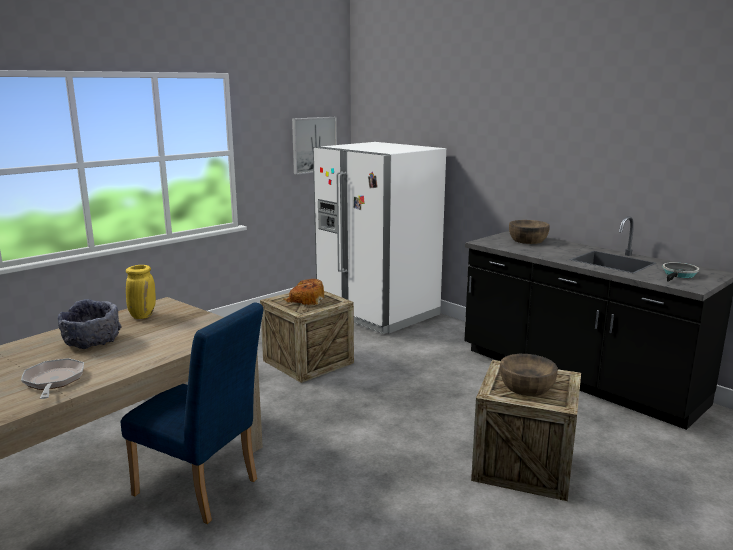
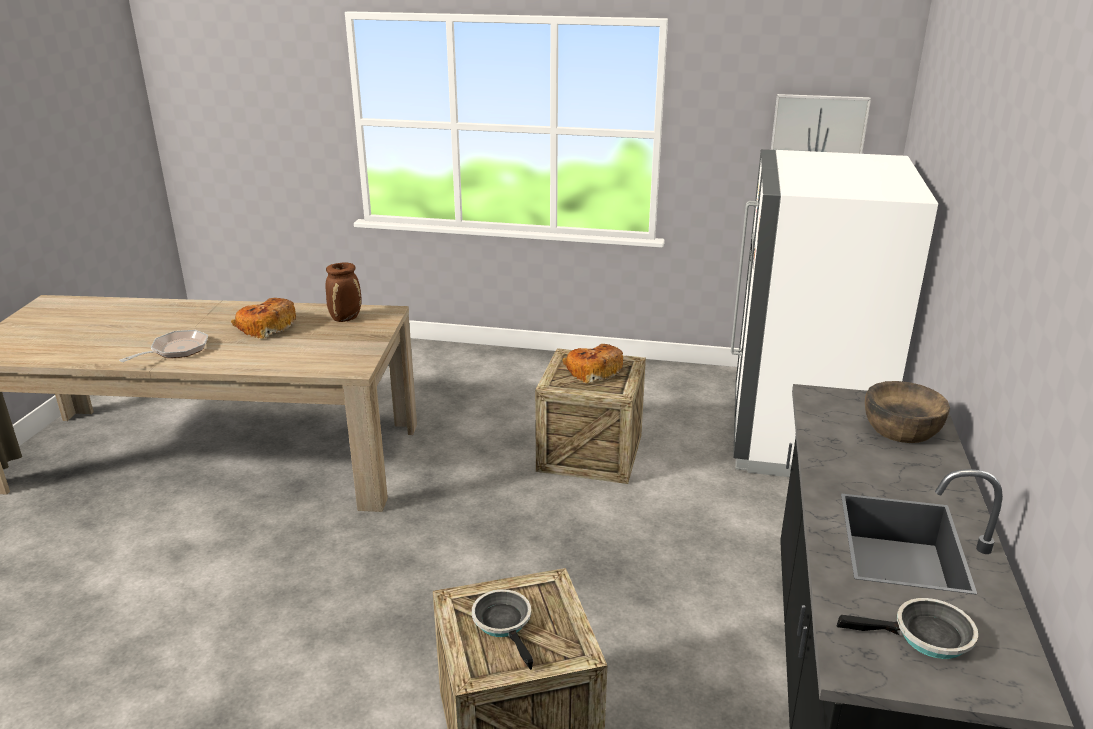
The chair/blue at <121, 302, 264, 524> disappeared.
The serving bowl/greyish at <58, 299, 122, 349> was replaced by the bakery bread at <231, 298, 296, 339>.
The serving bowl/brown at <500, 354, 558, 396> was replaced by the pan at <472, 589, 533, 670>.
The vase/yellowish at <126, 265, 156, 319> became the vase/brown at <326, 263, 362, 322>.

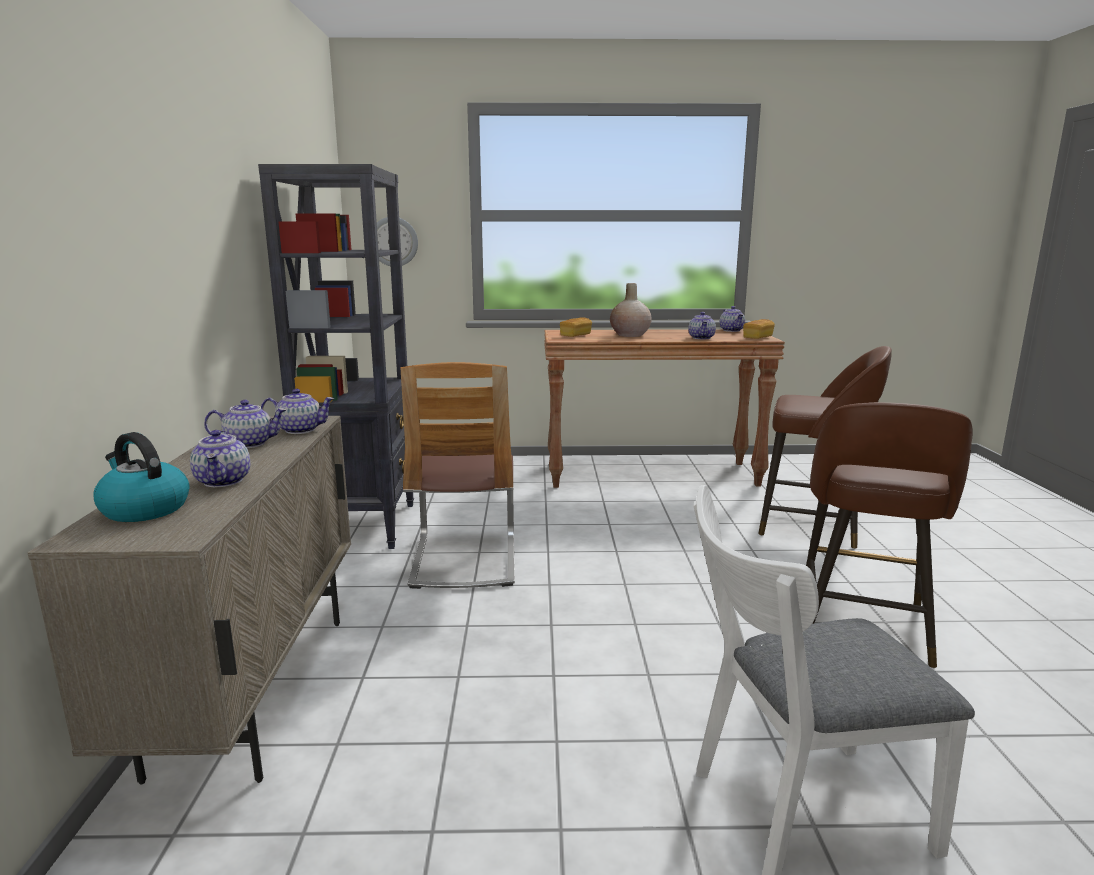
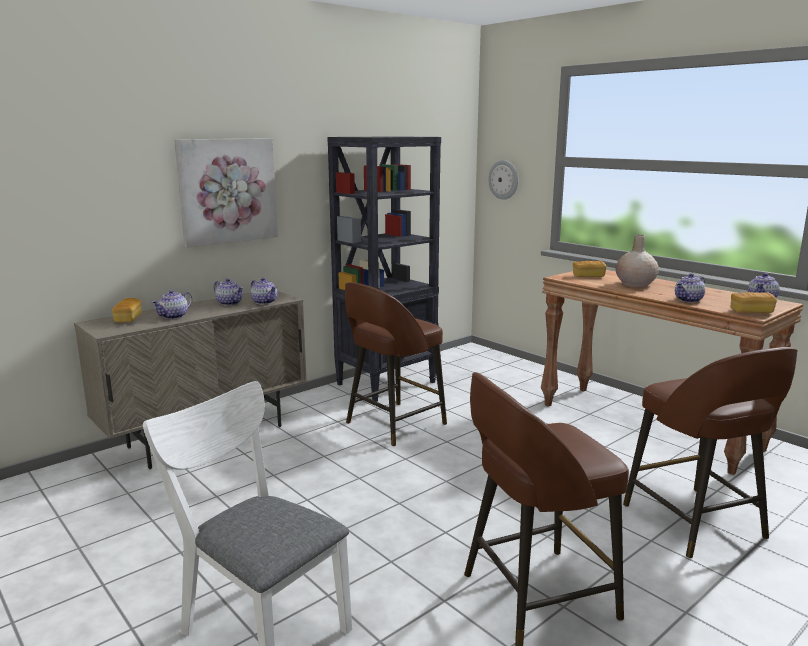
The wall art at <174, 138, 278, 248> appeared.
The tea kettle at <93, 432, 190, 522> was replaced by the bakery bread at <112, 298, 142, 323>.
The chair at <400, 362, 515, 589> was replaced by the stool/brown at <345, 282, 447, 446>.

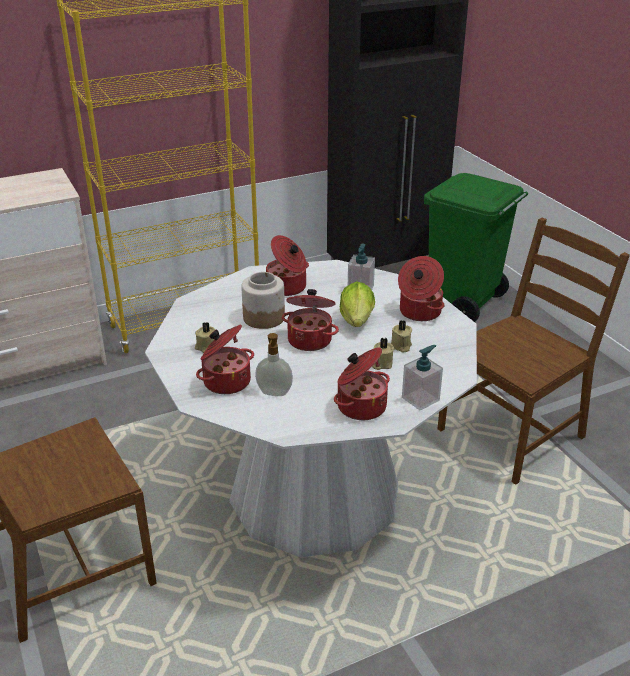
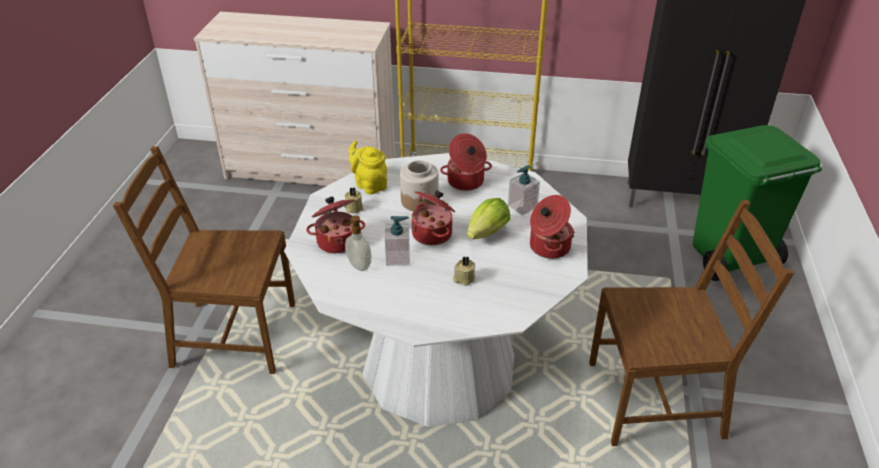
The saucepot at <334, 347, 390, 420> disappeared.
The wax candle/beige at <391, 321, 412, 352> disappeared.
The teapot/yellowish at <349, 141, 387, 194> appeared.
The soap dispenser moved from <402, 345, 443, 411> to <385, 216, 410, 266>.

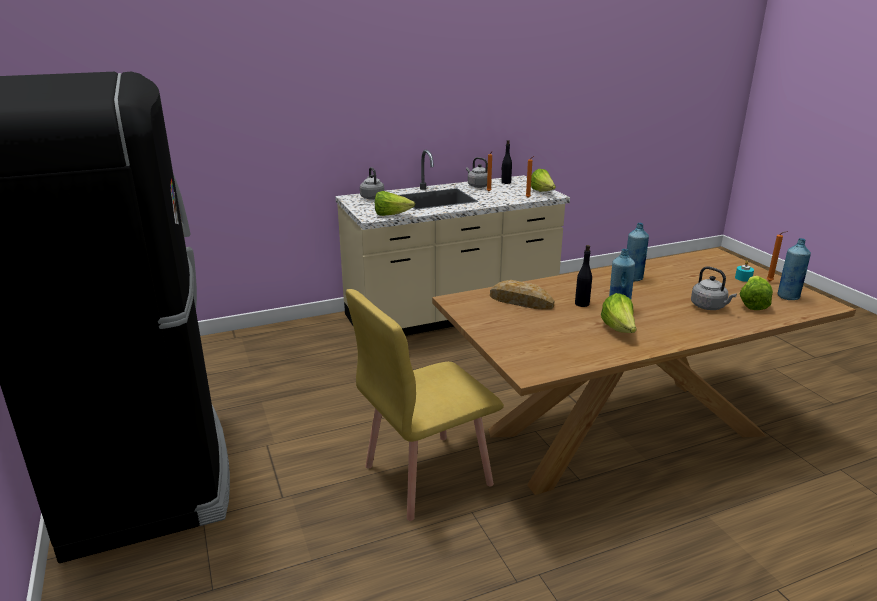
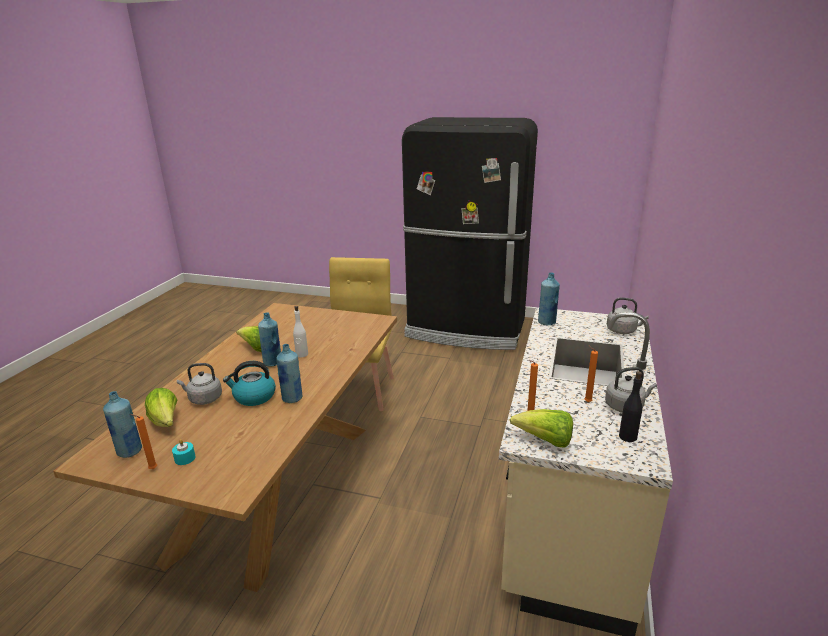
The bakery bread at <490, 280, 554, 310> disappeared.
The tea kettle at <223, 361, 276, 406> appeared.
The lettuce at <375, 191, 415, 216> was replaced by the bottle/blue at <538, 273, 560, 325>.
The bottle/black-coloured at <575, 245, 592, 307> became the bottle/white-coloured at <293, 306, 308, 357>.

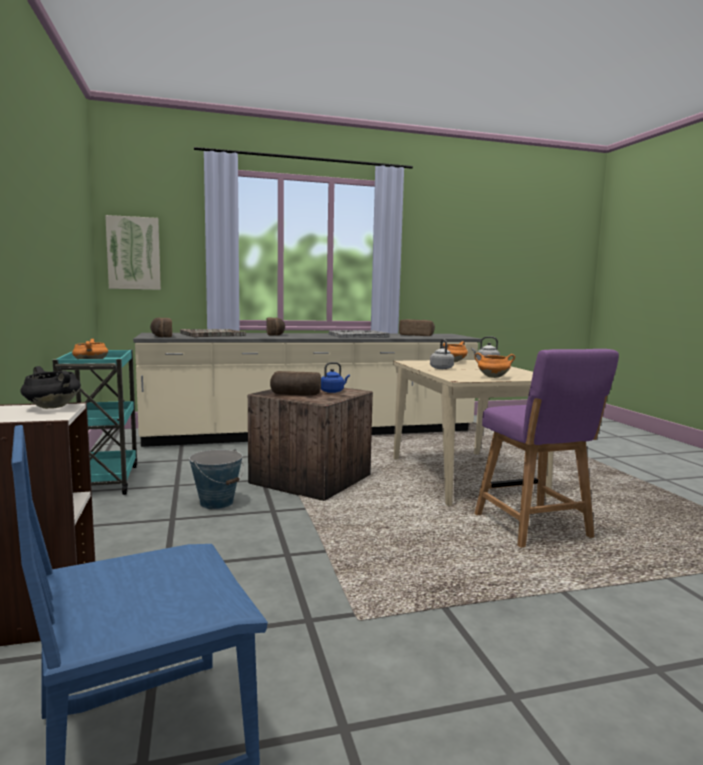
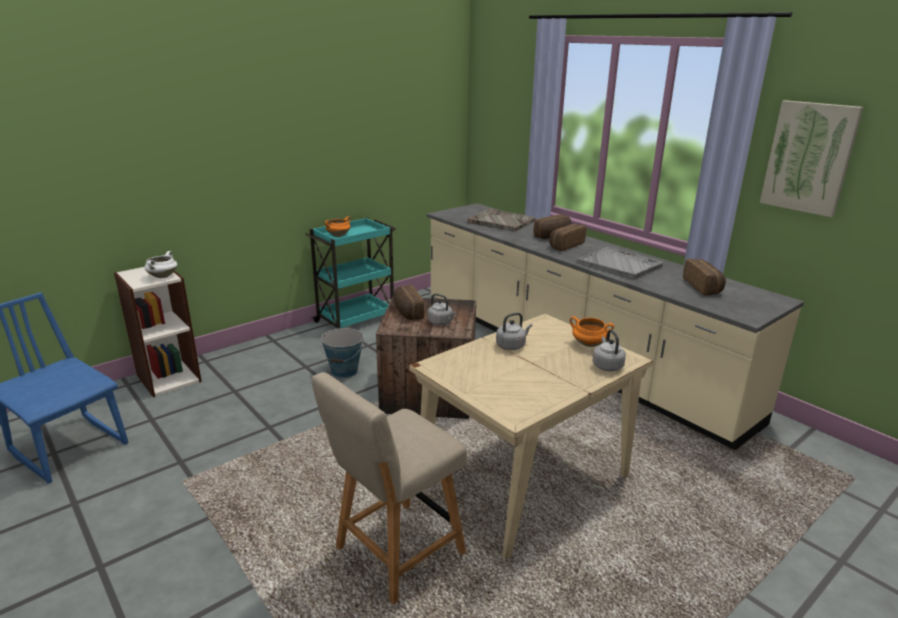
The saucepot/orange-coloured at <474, 353, 515, 378> disappeared.
The wall art moved from <105, 215, 161, 290> to <760, 100, 864, 217>.
The bakery bread moved from <150, 317, 172, 337> to <550, 224, 586, 251>.
The saucepot/black-coloured at <20, 366, 81, 409> became the saucepot/white-coloured at <145, 251, 177, 278>.
The tea kettle/blue at <321, 362, 350, 393> became the tea kettle/greyish at <428, 293, 456, 325>.
The chair/purple-coloured at <474, 349, 619, 548> became the chair/beige at <311, 372, 467, 605>.

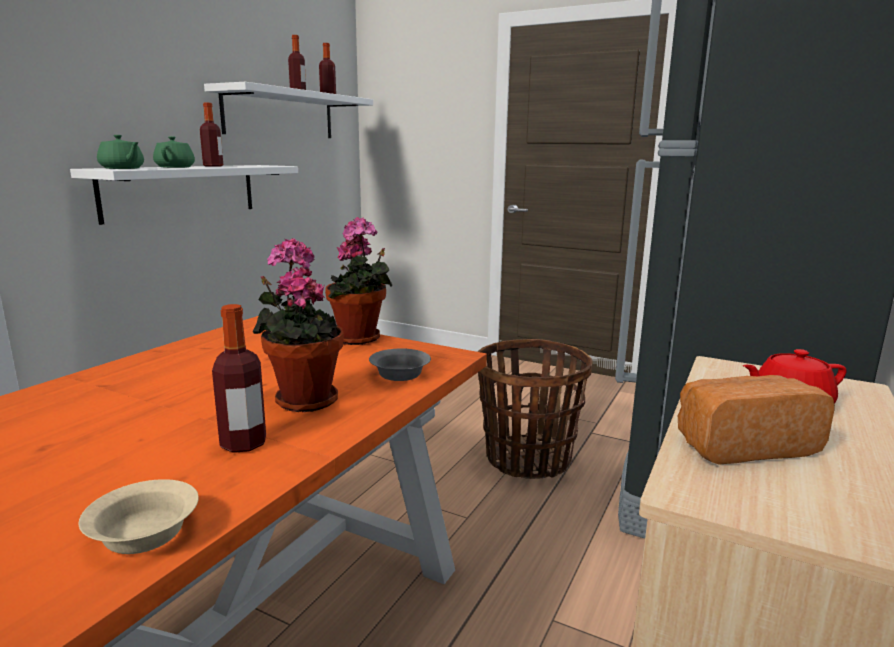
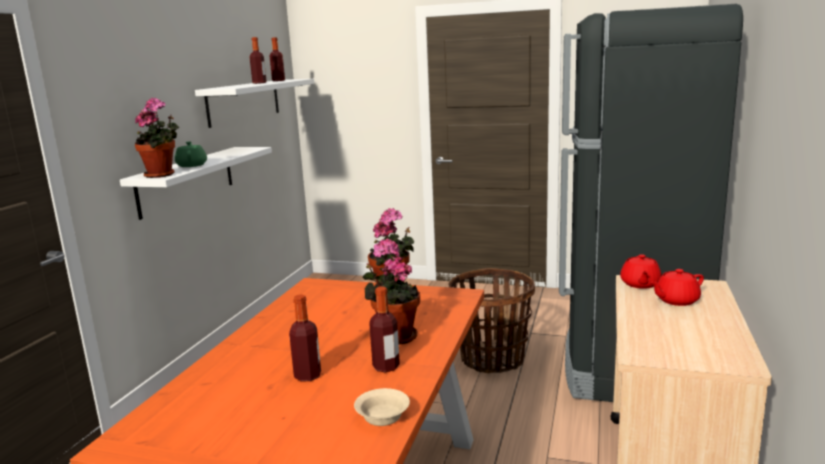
The serving bowl/greyish at <369, 348, 431, 381> disappeared.
The bakery bread at <678, 375, 835, 464> disappeared.
The teapot/red at <620, 254, 662, 289> appeared.
The bottle moved from <200, 103, 223, 167> to <289, 295, 321, 382>.
The teapot/greenish at <97, 135, 144, 169> was replaced by the houseplant at <135, 98, 179, 178>.

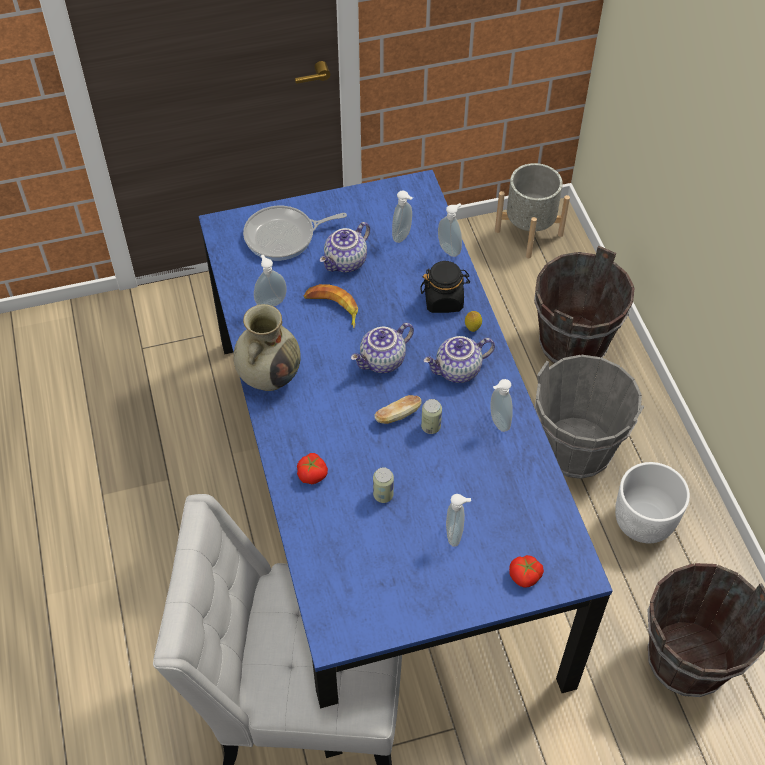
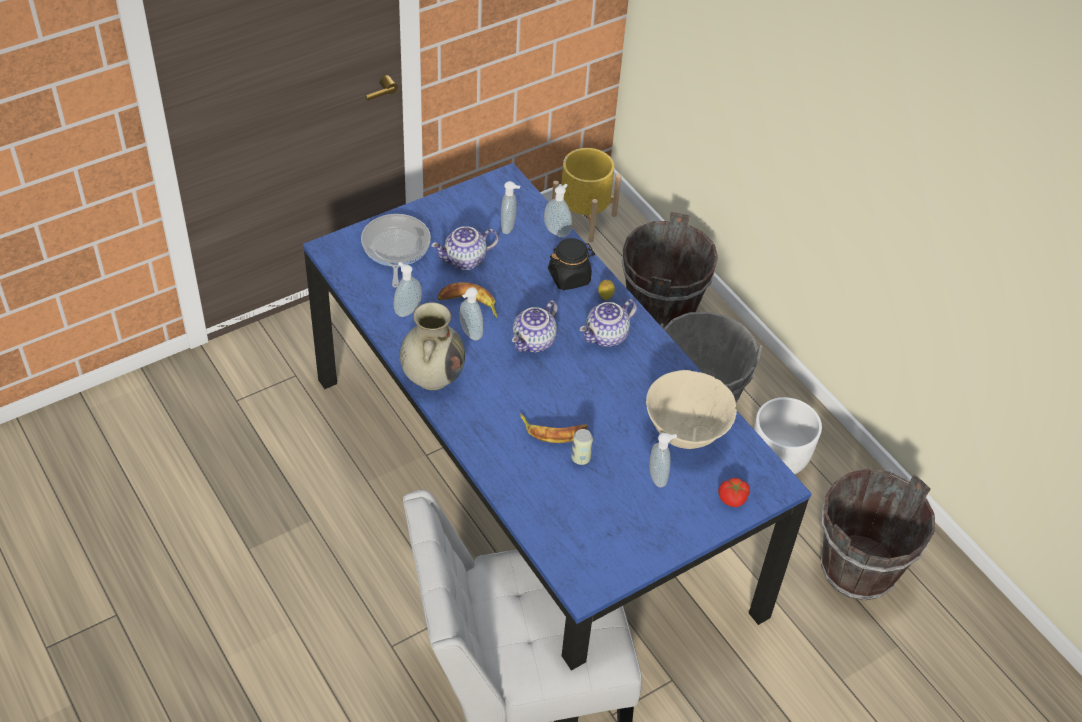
The tomato at <297, 453, 328, 484> disappeared.
The bakery bread at <374, 395, 422, 424> disappeared.
The sealed can at <421, 399, 442, 434> disappeared.
The whole banana at <520, 413, 588, 443> appeared.
The serving bowl/beige at <646, 370, 737, 449> appeared.
The soap dispenser moved from <491, 379, 513, 432> to <460, 287, 483, 341>.
The flower pot/greyish at <495, 163, 570, 258> became the flower pot/yellowish at <552, 148, 621, 242>.
The pan at <243, 206, 347, 261> turned 120 degrees clockwise.
The teapot at <319, 222, 370, 272> turned 45 degrees clockwise.

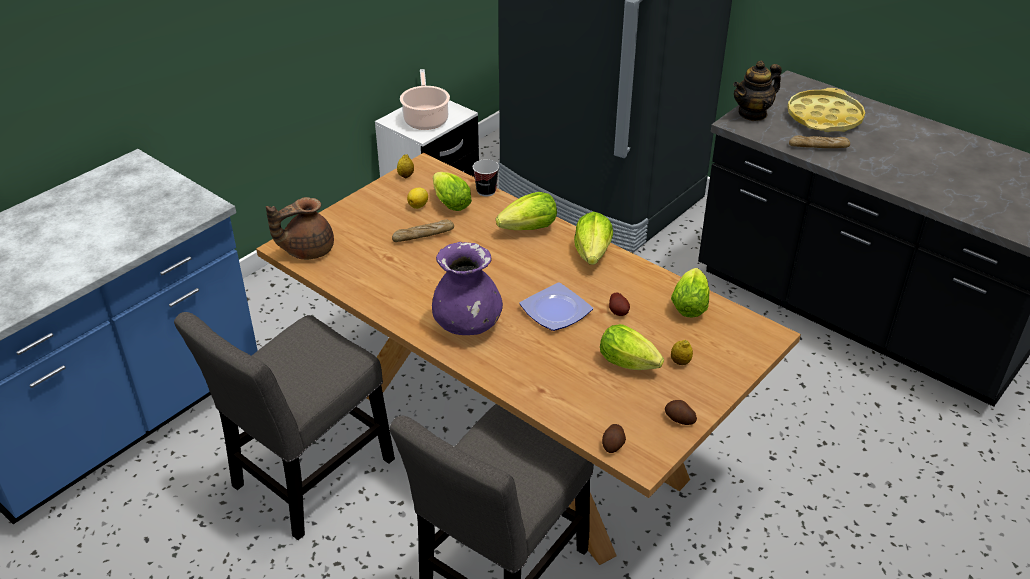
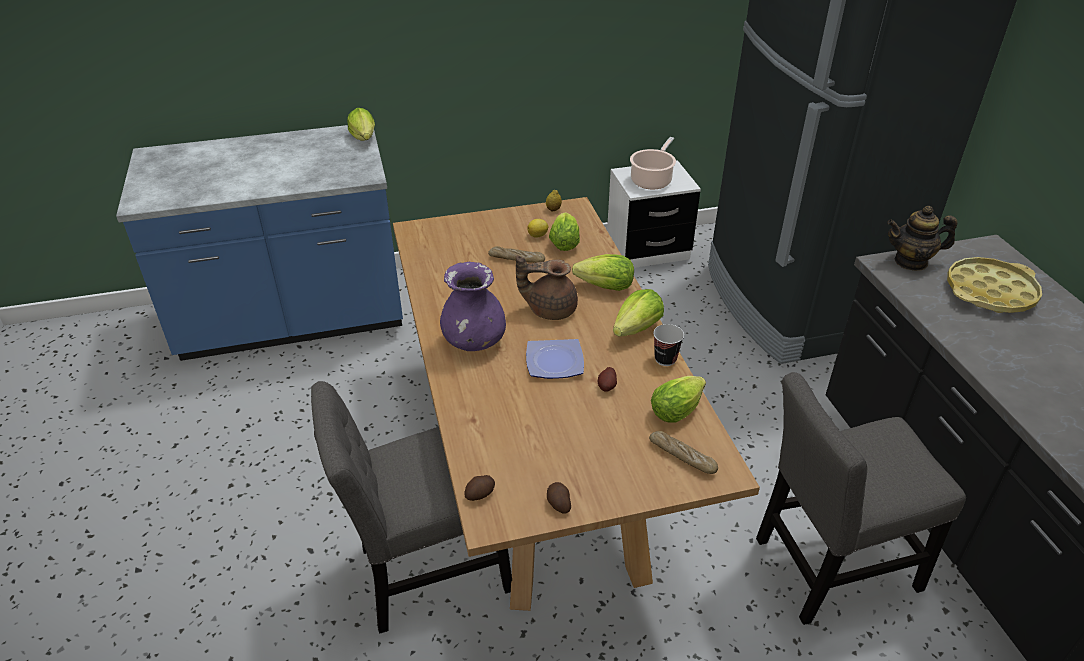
The citrus fruit at <671, 340, 693, 365> disappeared.
The chair/greyish moved from <174, 312, 395, 540> to <756, 372, 966, 625>.
The teapot/brown moved from <266, 197, 334, 260> to <516, 255, 578, 320>.
The drinking cup moved from <473, 159, 499, 197> to <653, 324, 684, 366>.
The lettuce moved from <600, 324, 664, 370> to <347, 108, 375, 141>.
The bakery bread moved from <789, 135, 850, 148> to <649, 431, 718, 474>.

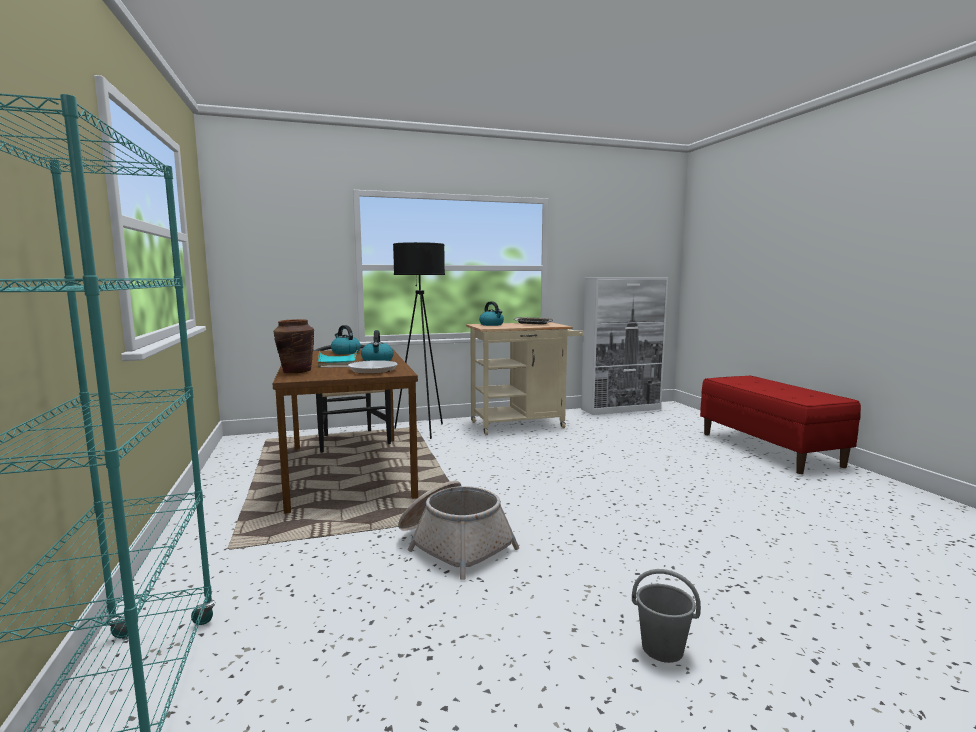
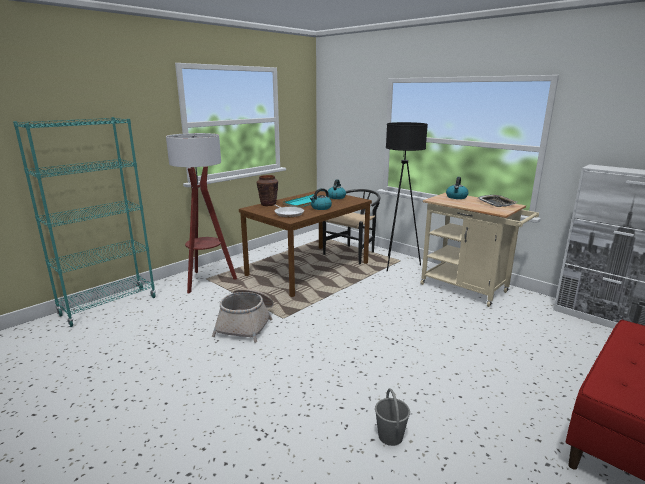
The standing lamp at <166, 133, 237, 293> appeared.
The bucket/greyish moved from <632, 569, 701, 663> to <375, 388, 410, 446>.

